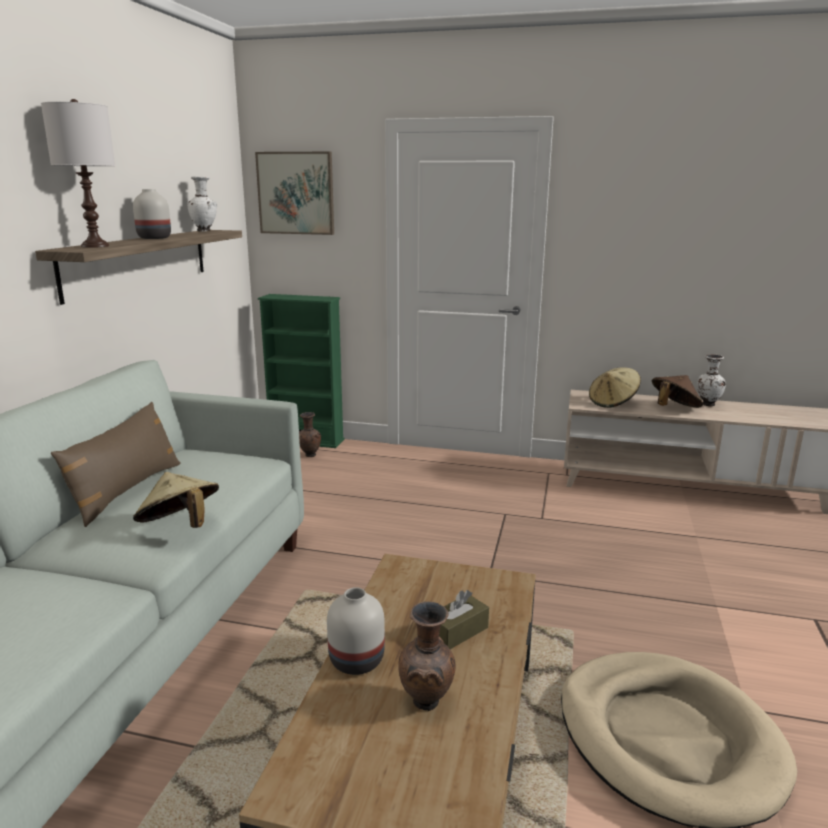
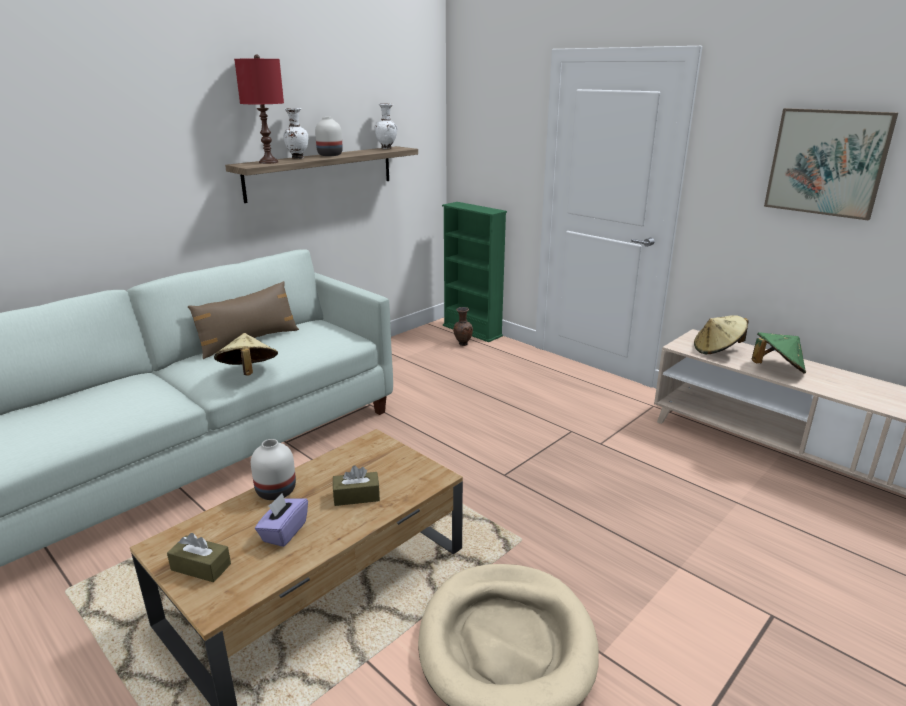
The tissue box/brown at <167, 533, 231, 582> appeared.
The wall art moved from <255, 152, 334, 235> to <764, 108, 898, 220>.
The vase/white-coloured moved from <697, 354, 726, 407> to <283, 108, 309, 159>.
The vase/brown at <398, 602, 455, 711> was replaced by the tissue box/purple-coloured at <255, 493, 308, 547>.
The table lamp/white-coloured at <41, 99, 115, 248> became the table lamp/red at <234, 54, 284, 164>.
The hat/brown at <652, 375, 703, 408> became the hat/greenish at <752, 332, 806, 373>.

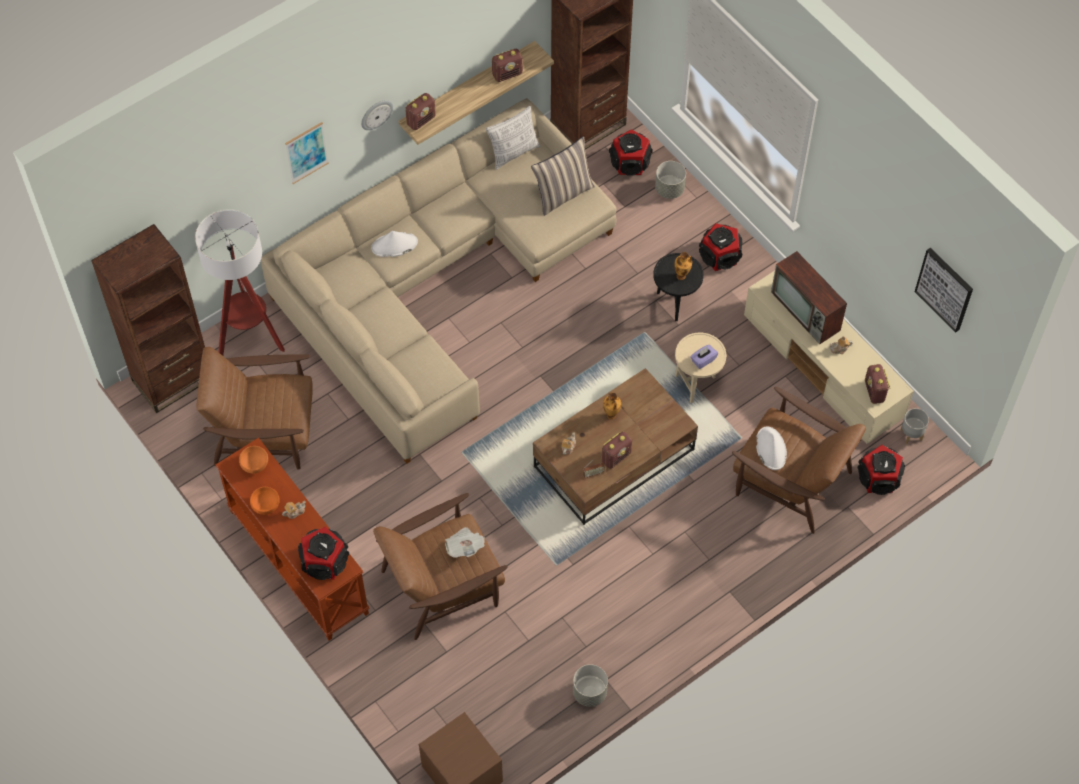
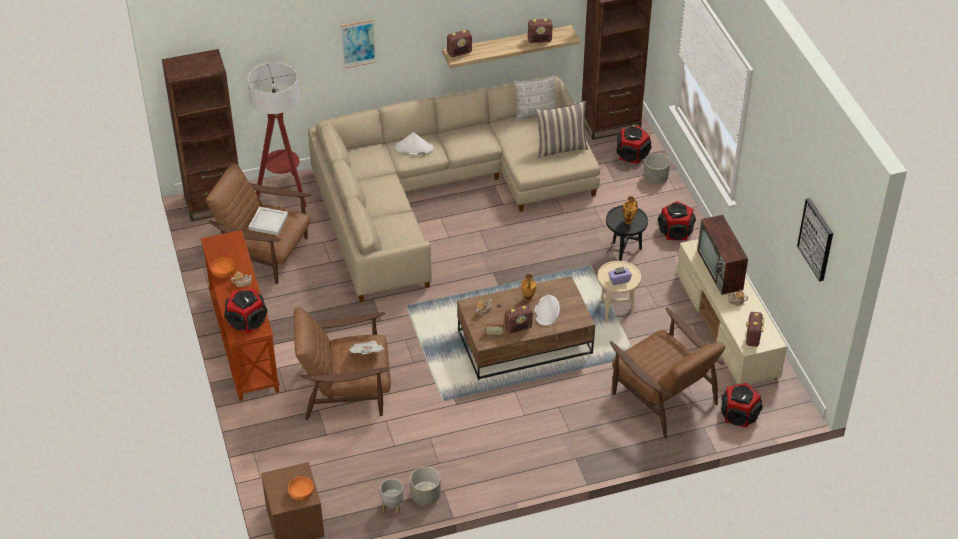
The clock on the wall at <361, 100, 393, 130> disappeared.
The carrying tray/white-coloured at <249, 207, 288, 235> appeared.
The serving bowl/orange-coloured moved from <239, 446, 268, 474> to <288, 476, 314, 501>.
The hat/white-coloured moved from <756, 426, 787, 470> to <535, 294, 560, 326>.
The flower pot/greyish moved from <901, 408, 929, 444> to <380, 479, 404, 514>.

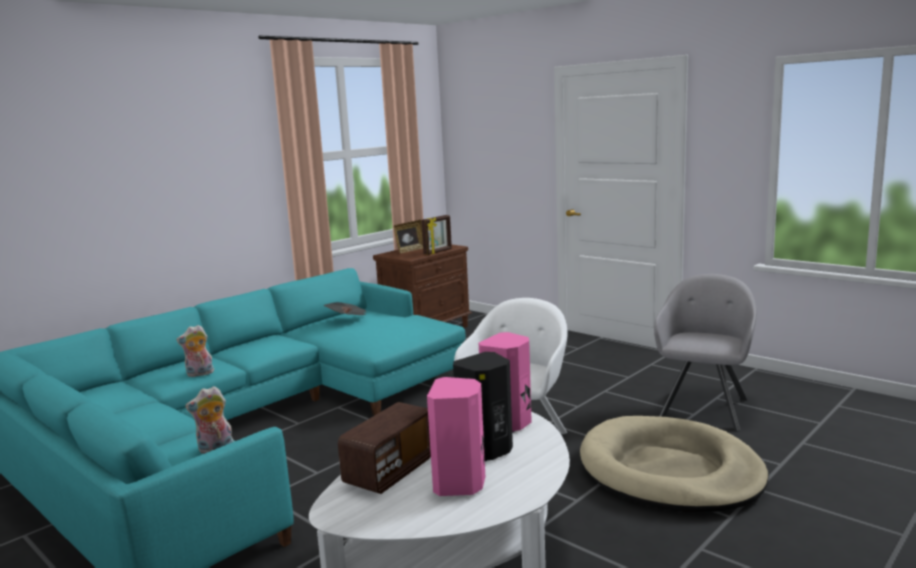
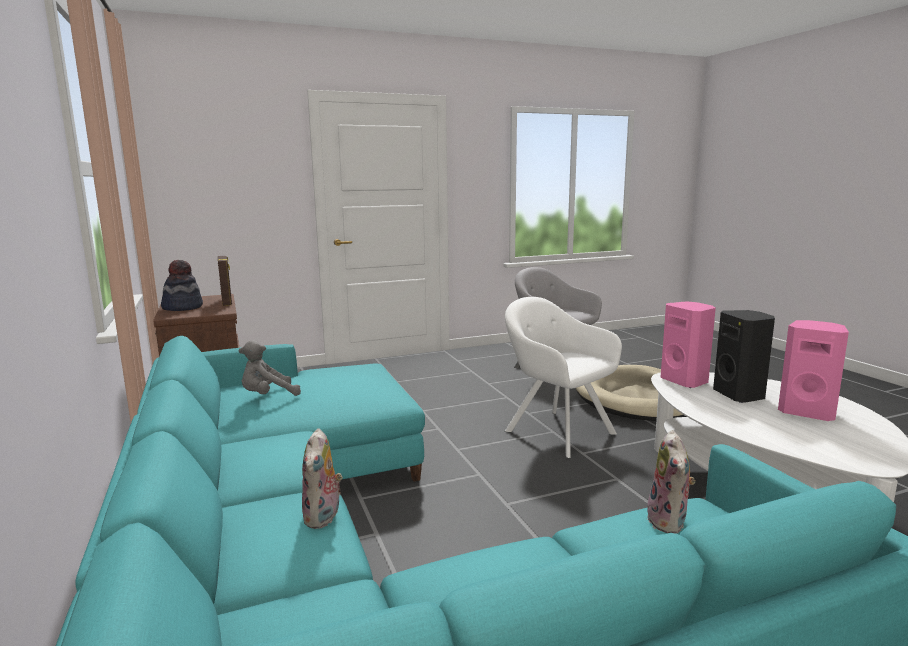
The radio set at <338, 402, 431, 494> disappeared.
The printed paper at <323, 302, 367, 315> was replaced by the soft toy/greyish at <239, 340, 301, 396>.
The standing frame at <394, 220, 423, 253> was replaced by the hat at <161, 260, 203, 311>.

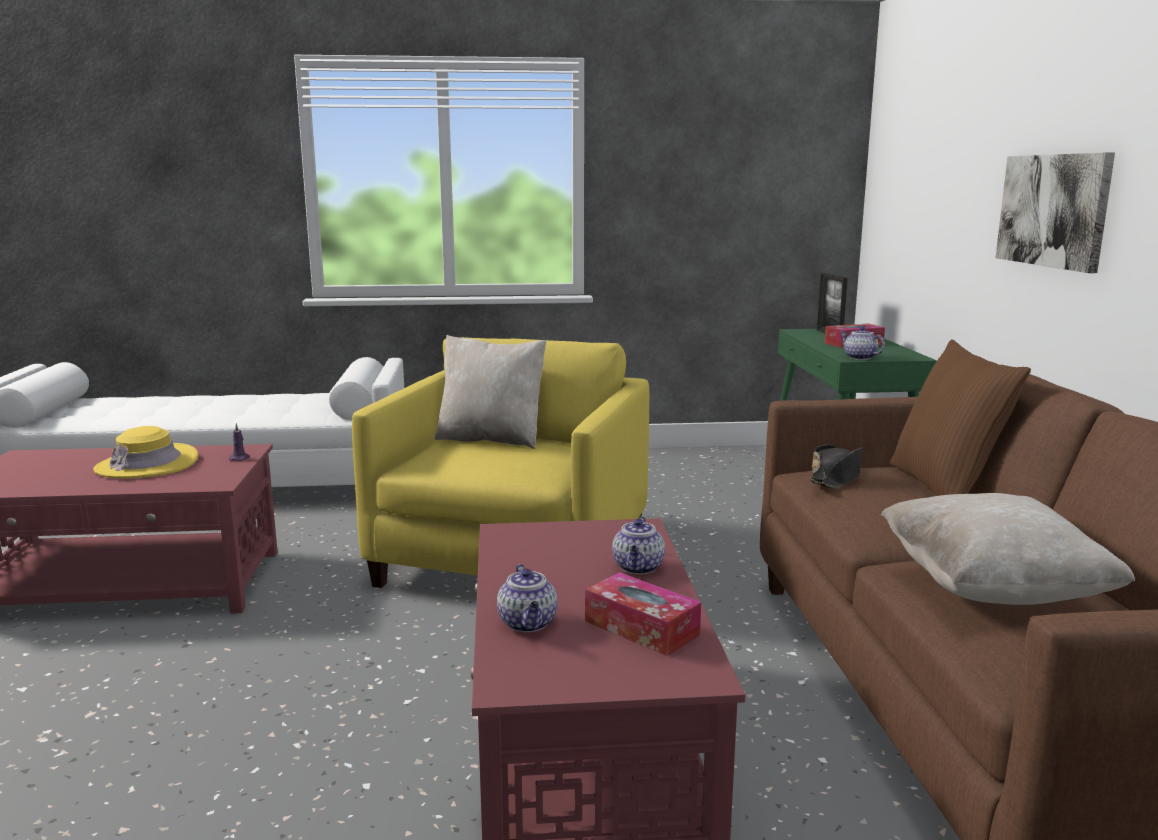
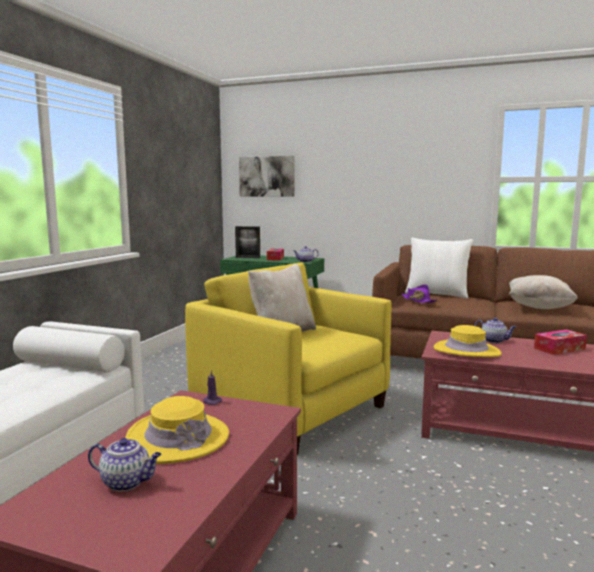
The hat/yellowish at <434, 325, 502, 357> appeared.
The teapot moved from <497, 564, 558, 632> to <88, 438, 162, 491>.
The wall art moved from <996, 153, 1115, 273> to <239, 156, 294, 196>.
The hat/black-coloured at <810, 445, 863, 488> became the hat/purple-coloured at <402, 284, 437, 303>.
The cushion/brown at <890, 339, 1031, 496> became the cushion/white-coloured at <405, 238, 473, 299>.

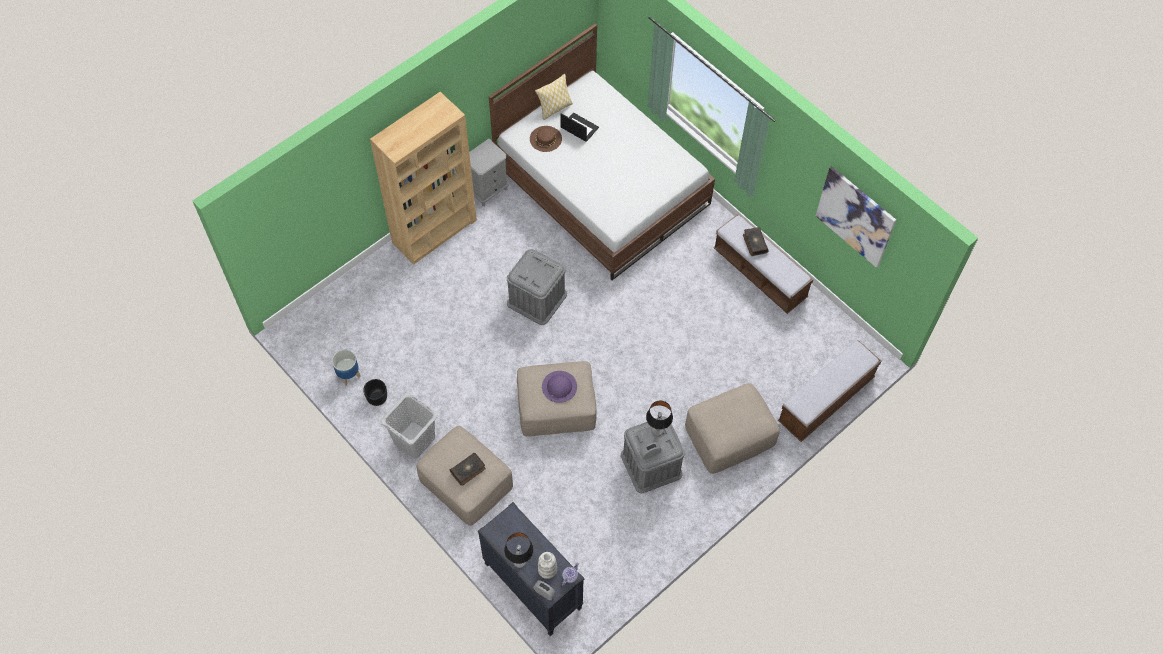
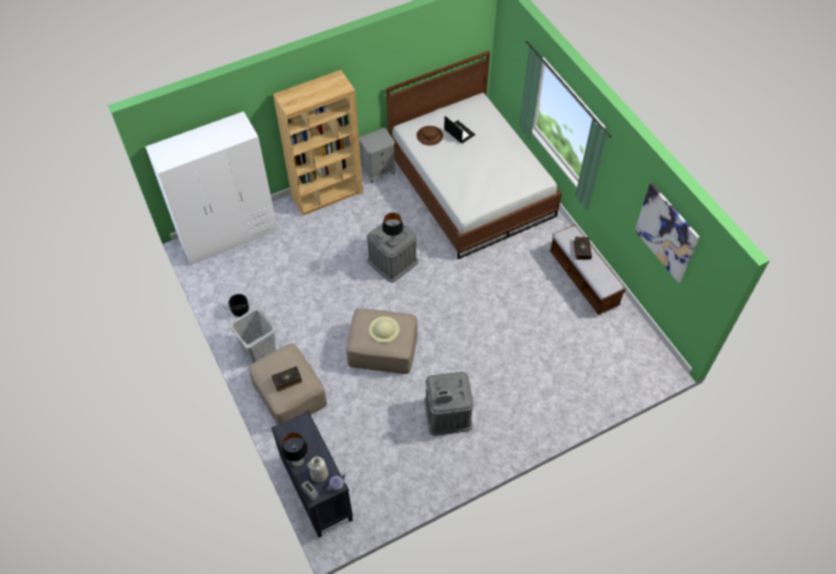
The flower pot at <332, 350, 360, 386> disappeared.
The cushion at <535, 74, 573, 120> disappeared.
The footrest/beige at <685, 383, 780, 474> disappeared.
The indoor bench at <778, 340, 882, 442> disappeared.
The clothes cupboard/white-coloured at <145, 111, 278, 265> appeared.
The table lamp moved from <646, 401, 673, 436> to <382, 213, 404, 247>.
The hat/purple-coloured at <542, 371, 577, 403> became the hat/beige at <369, 316, 400, 343>.

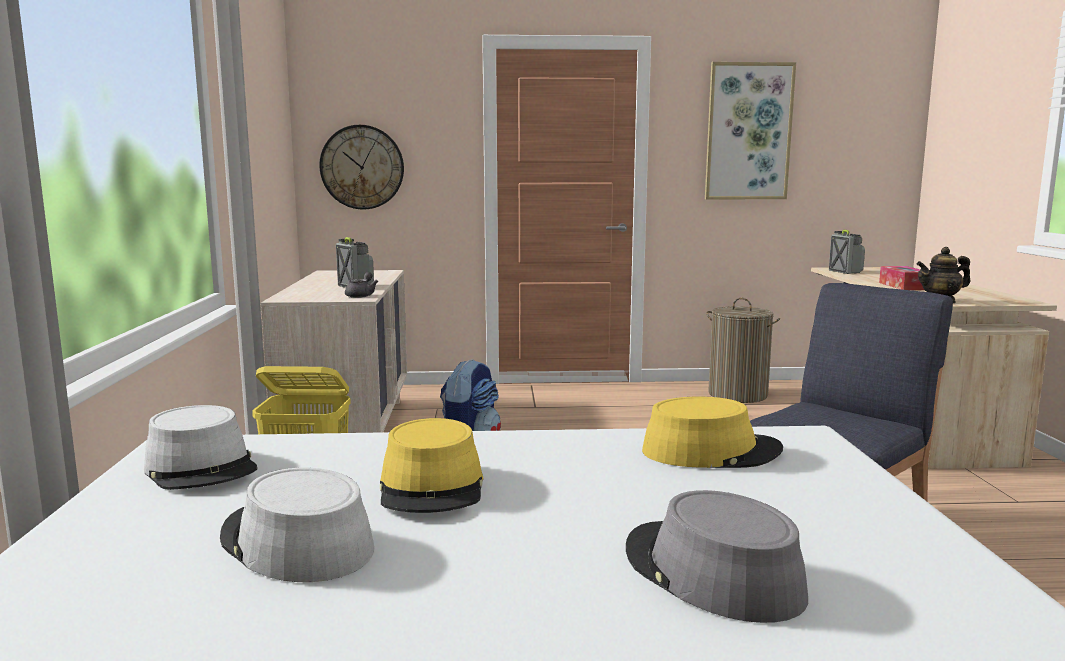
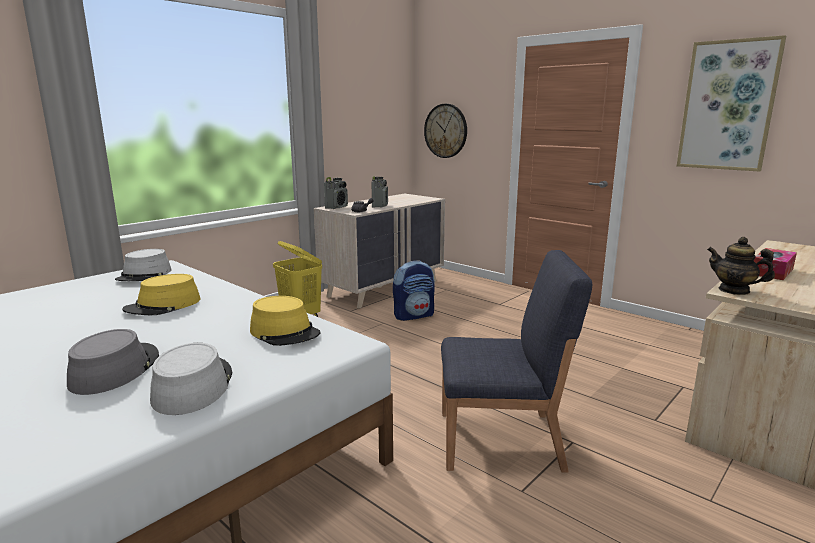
The hamper at <706, 297, 780, 403> disappeared.
The hat/greyish moved from <220, 468, 374, 582> to <150, 343, 232, 415>.
The radio set moved from <829, 230, 865, 274> to <324, 177, 348, 209>.

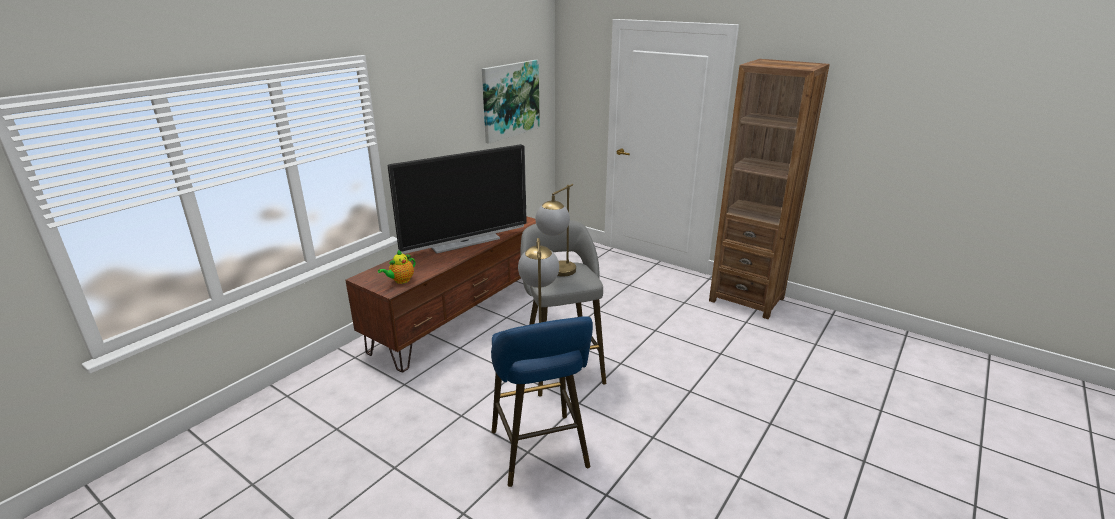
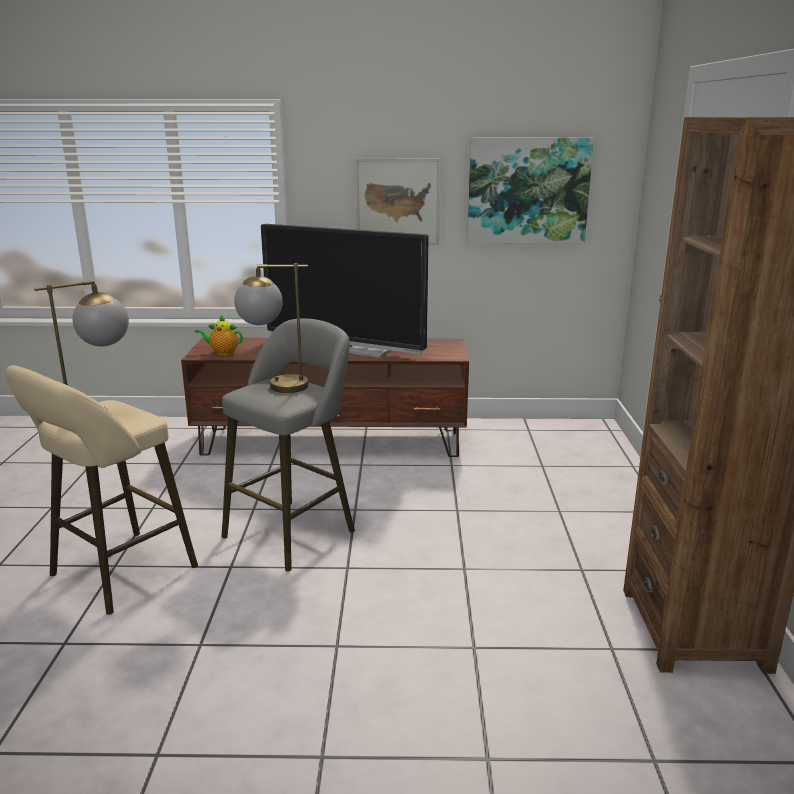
The wall art at <355, 159, 441, 245> appeared.
The stool/blue at <491, 316, 593, 487> became the stool/beige at <6, 365, 198, 615>.

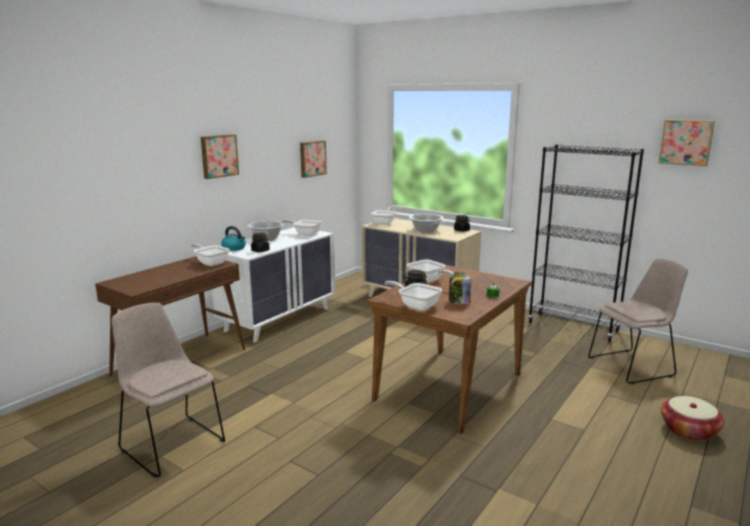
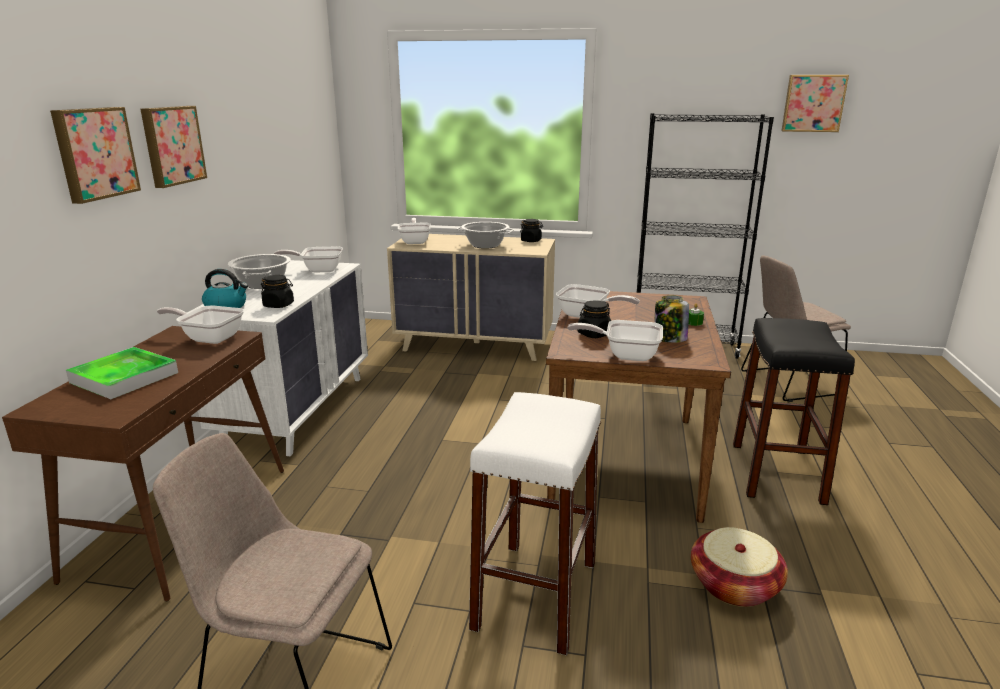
The carrying tray at <66, 347, 178, 399> appeared.
The stool/white-coloured at <469, 392, 601, 656> appeared.
The stool/black-coloured at <733, 318, 855, 505> appeared.
The wall art moved from <300, 141, 327, 178> to <50, 107, 141, 204>.
The household basket moved from <661, 396, 724, 441> to <691, 527, 788, 607>.
The chair/beige at <588, 258, 688, 384> turned 150 degrees counterclockwise.

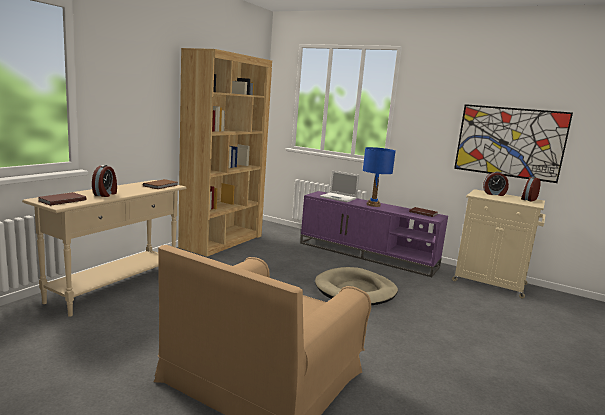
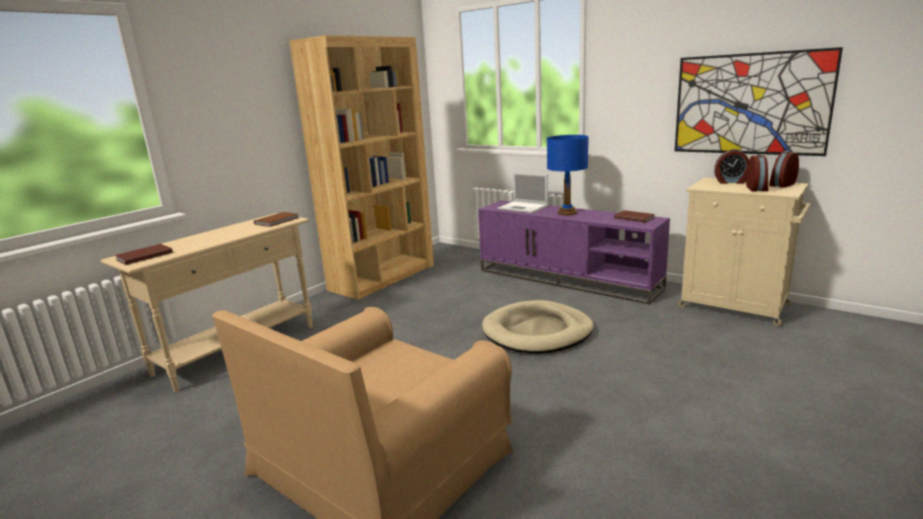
The bedside clock moved from <92, 165, 117, 197> to <746, 154, 768, 191>.

